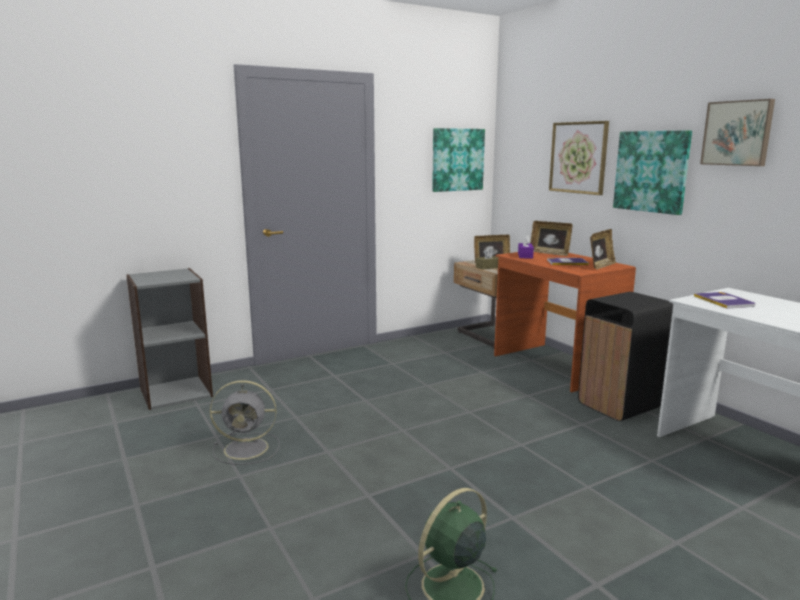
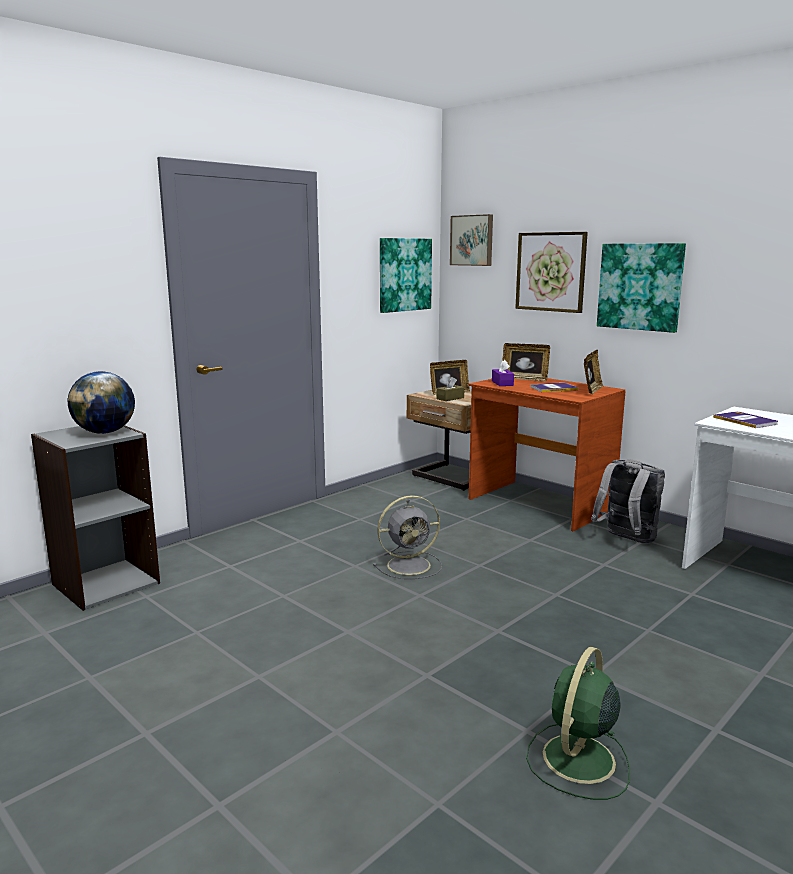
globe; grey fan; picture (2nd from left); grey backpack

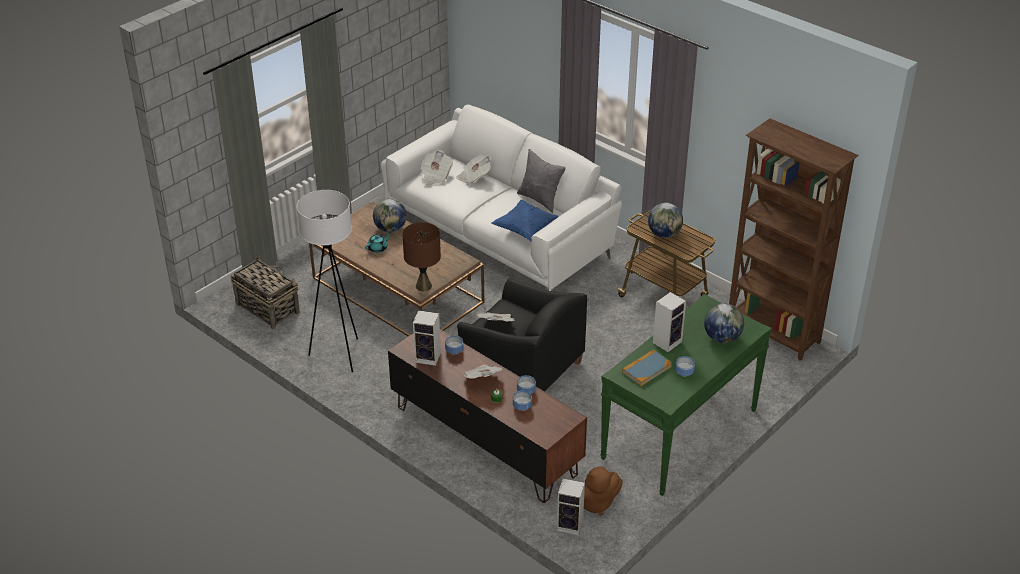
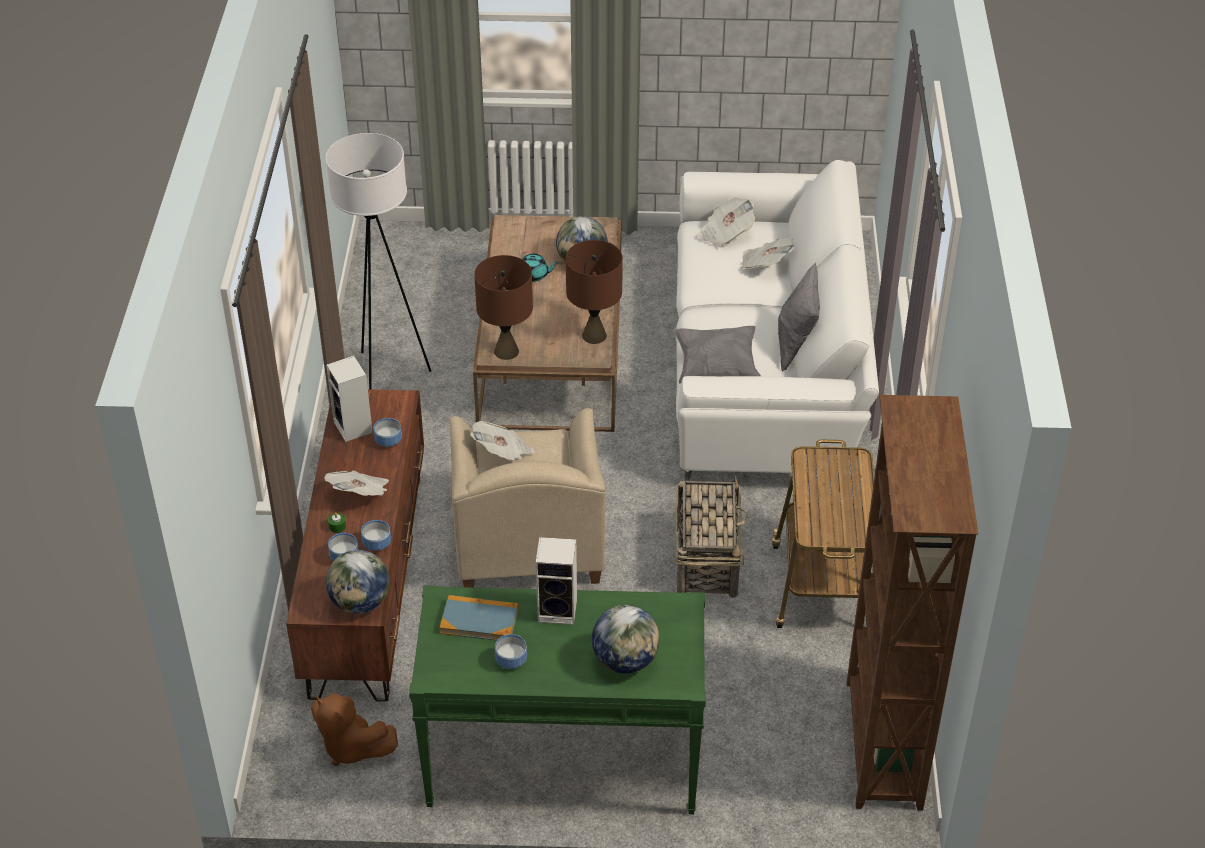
speaker (2nd from left in the first image); brown table lamp (2nd from left); basket; globe (1st from left); beige armchair; grey pillow (1st from left)

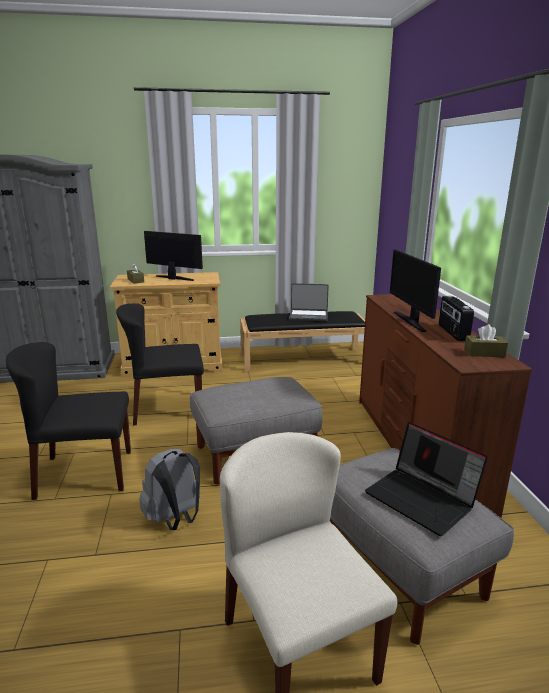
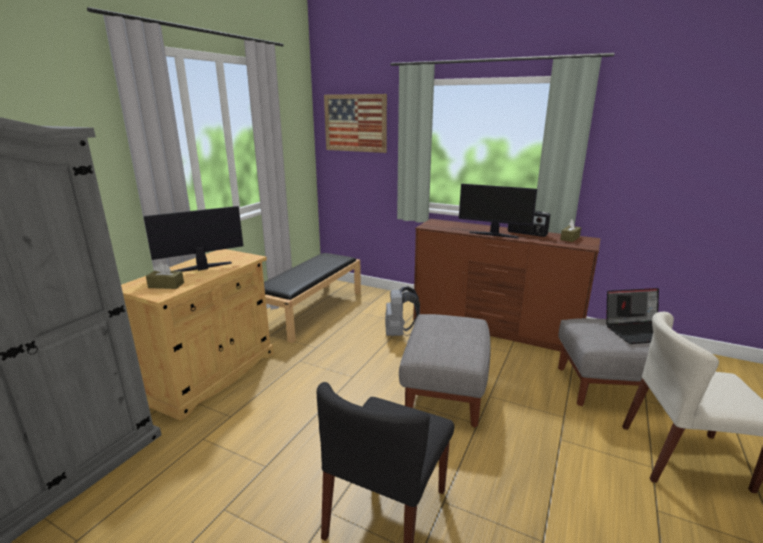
black chair (2nd from left in the first image); laptop (1st from left in the first image); picture; grey backpack

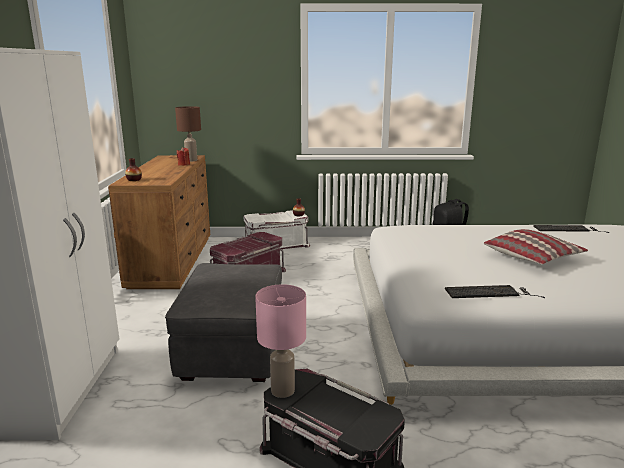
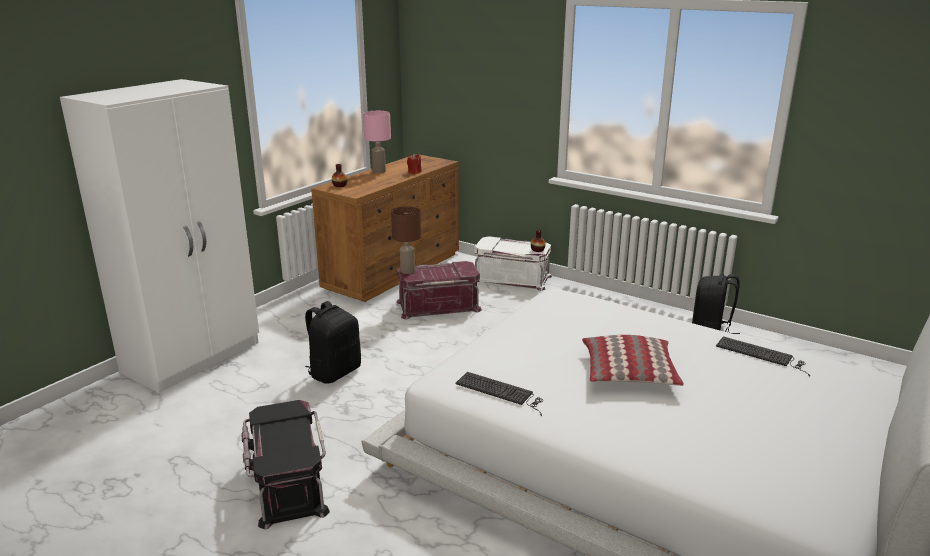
brown table lamp; pink table lamp; black backpack (1st from left)

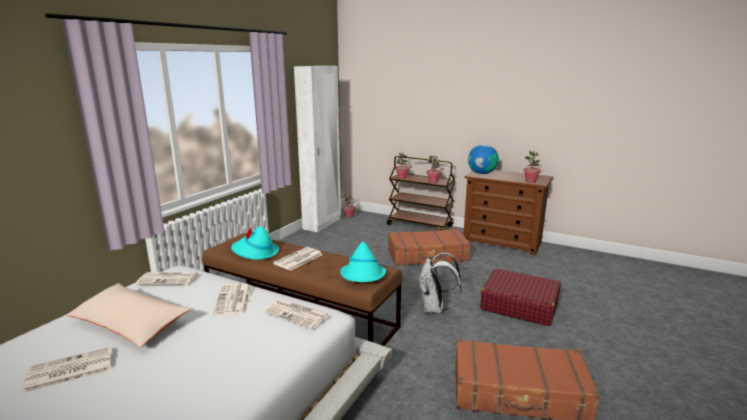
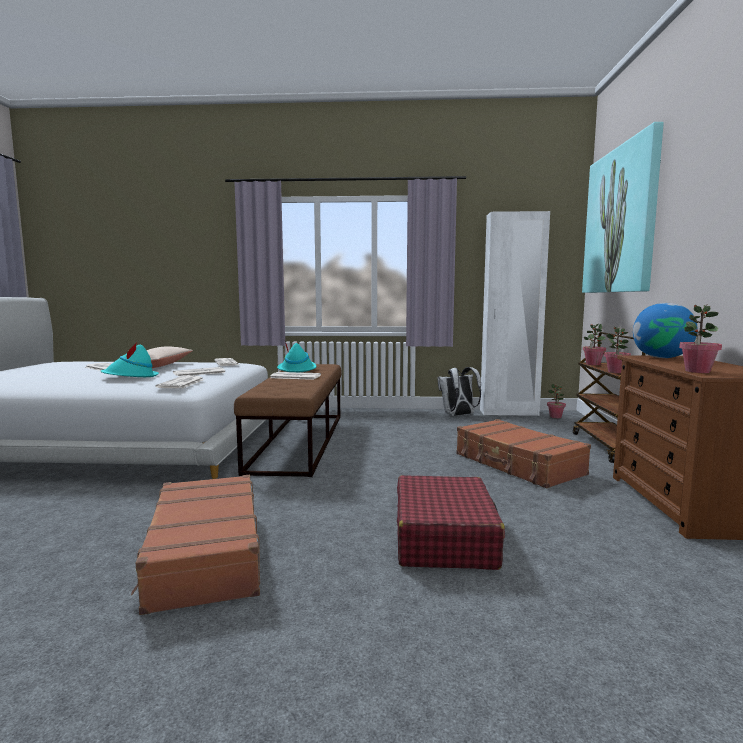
picture; turquoise hat (1st from left); white backpack

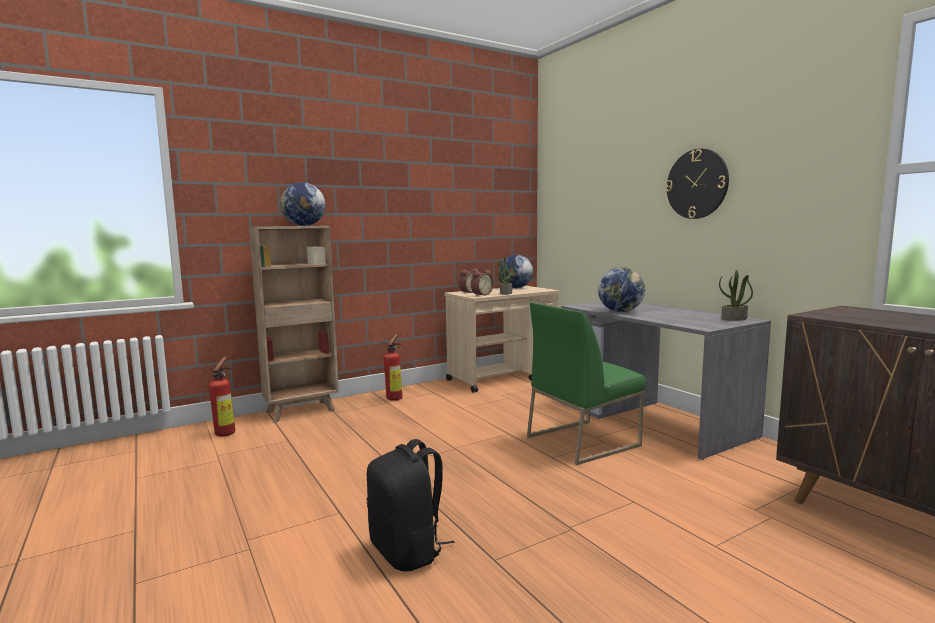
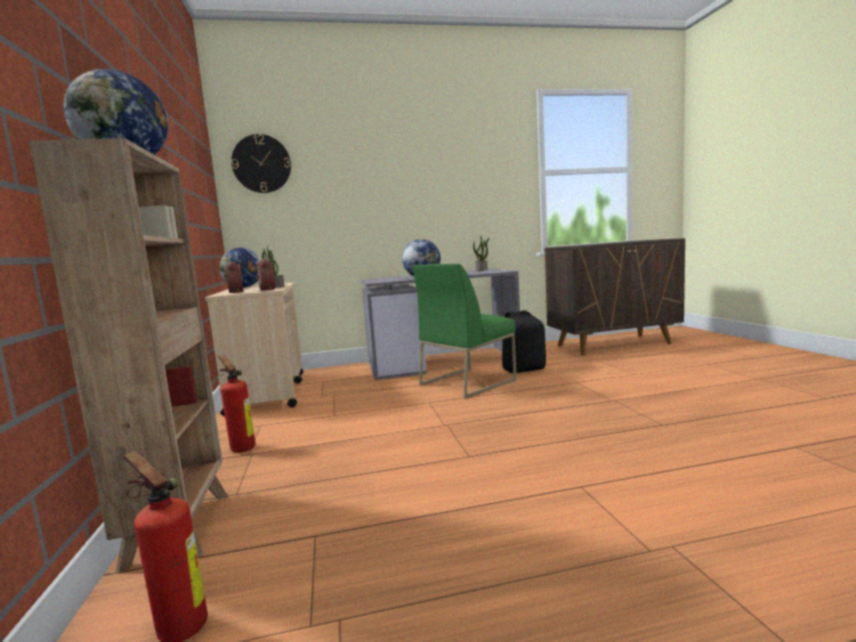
black backpack; wall clock; green chair

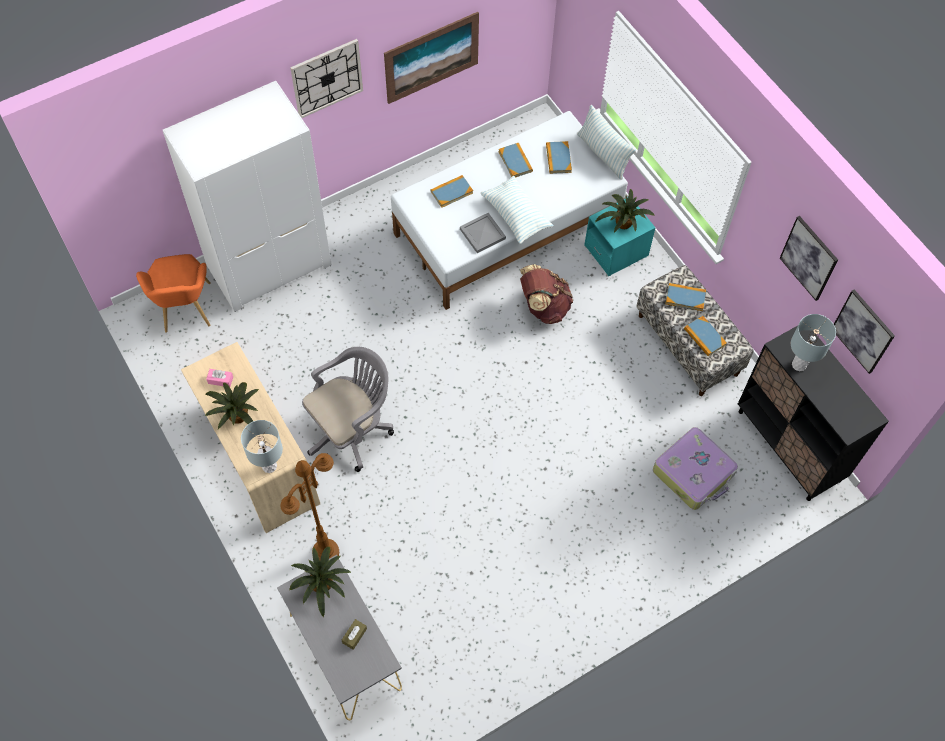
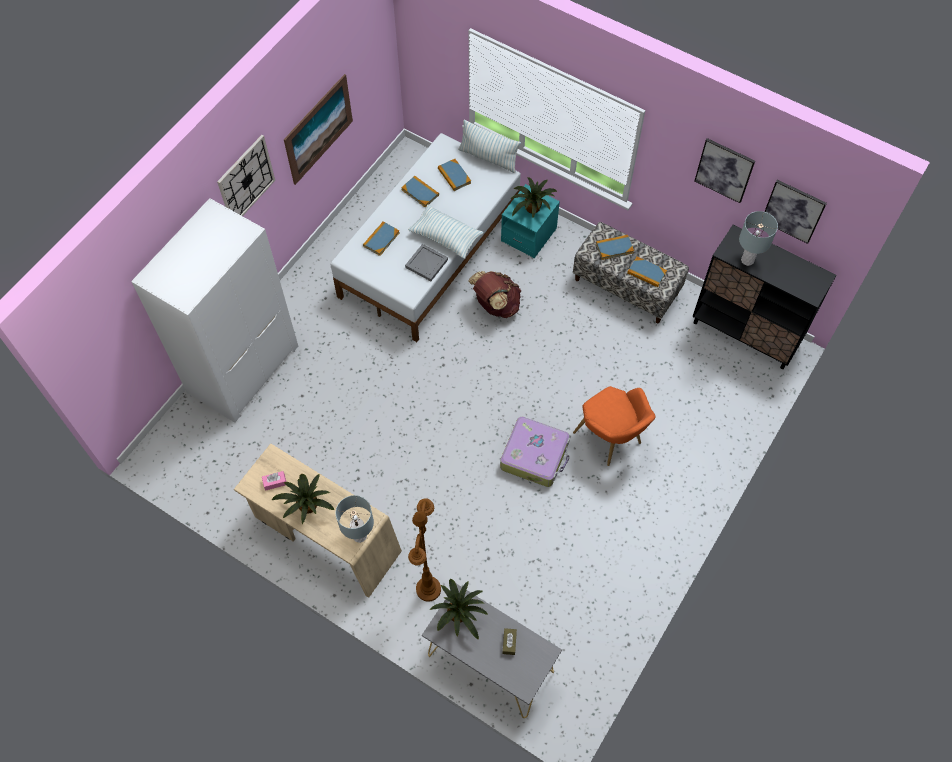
grey office chair; orange armchair; suitcase

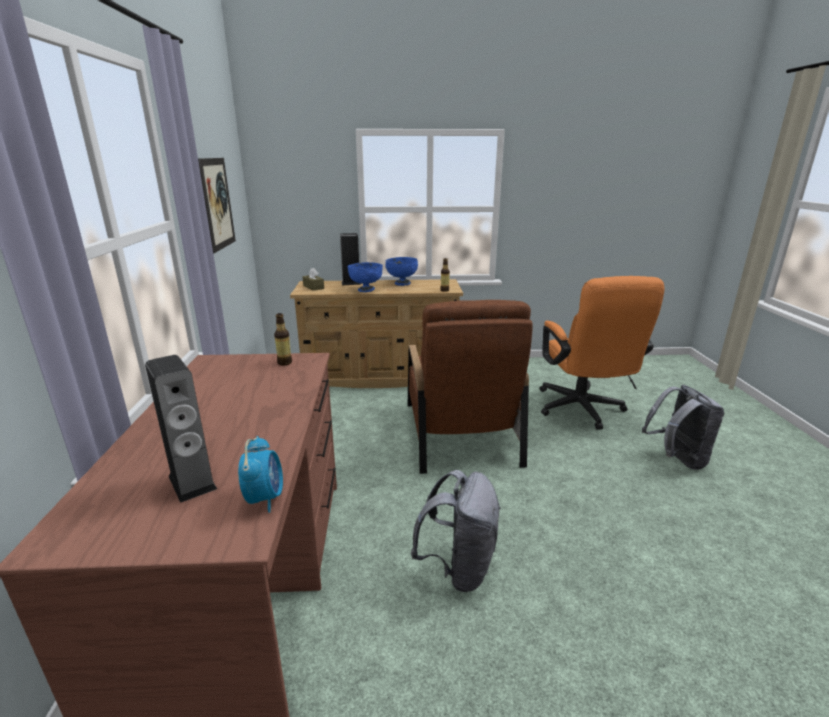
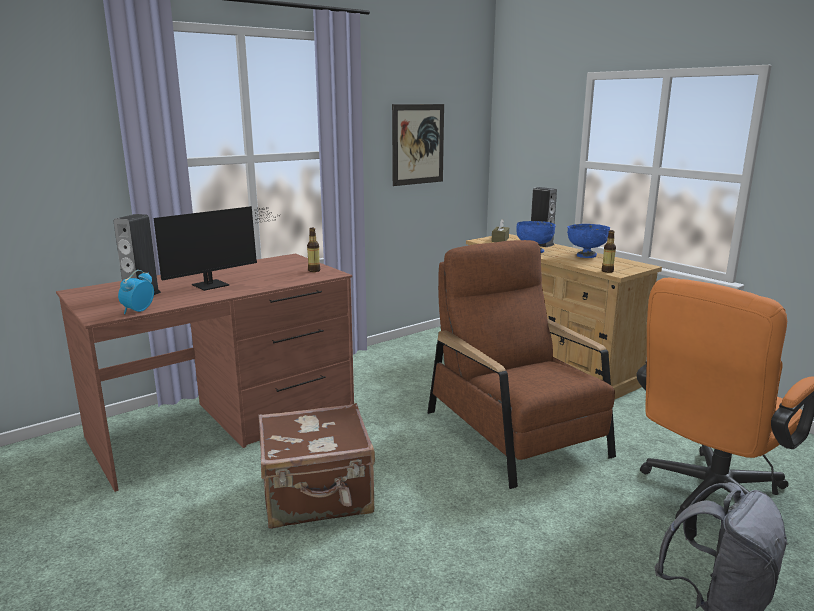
monitor; brown suitcase; alarm clock; brown armchair

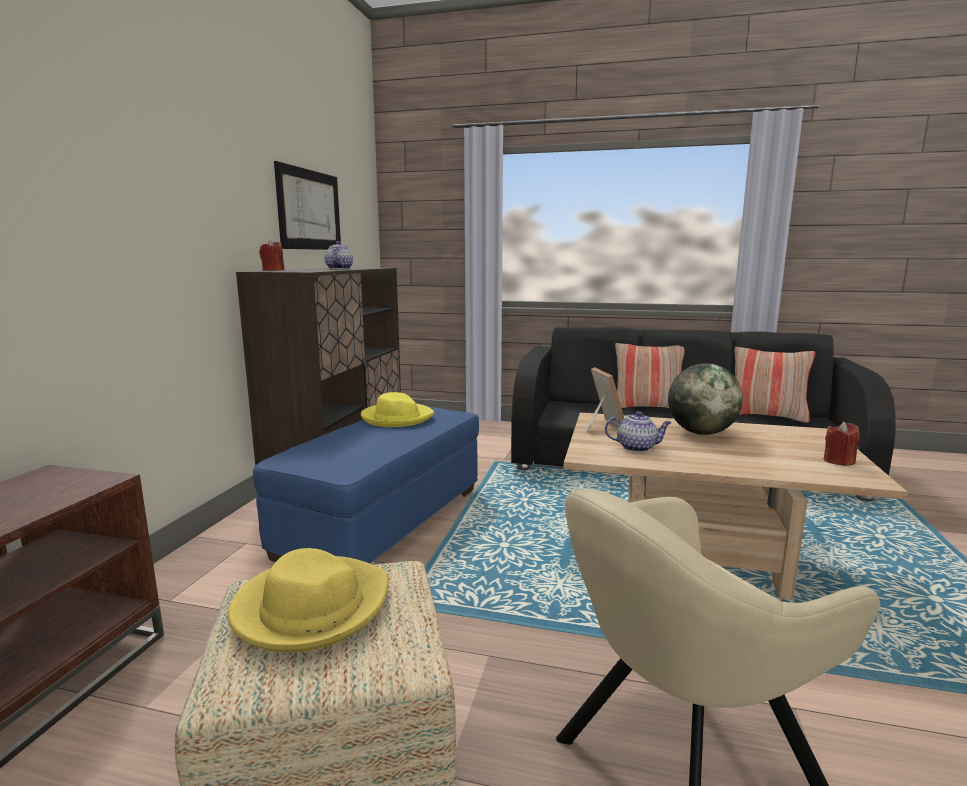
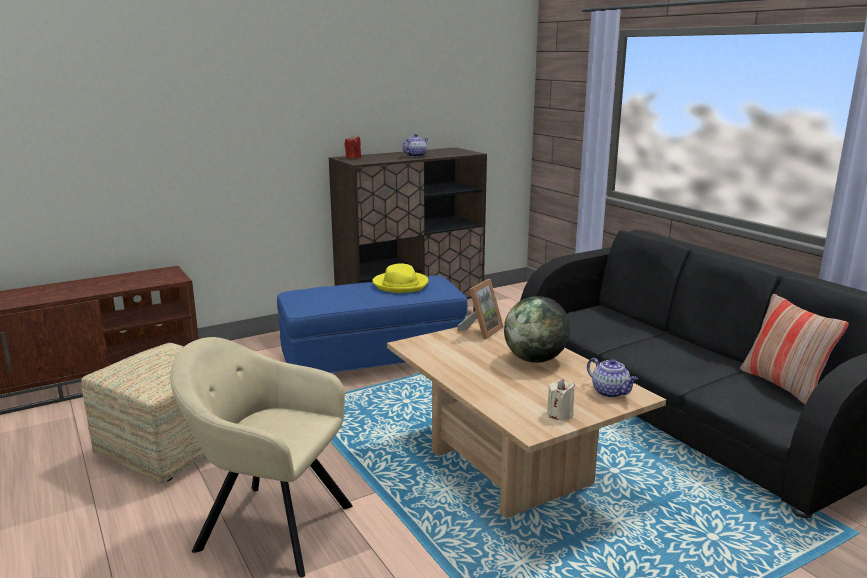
yellow hat (1st from left in the first image); picture; pillow (1st from left in the first image); teapot (2nd from left); beige candle

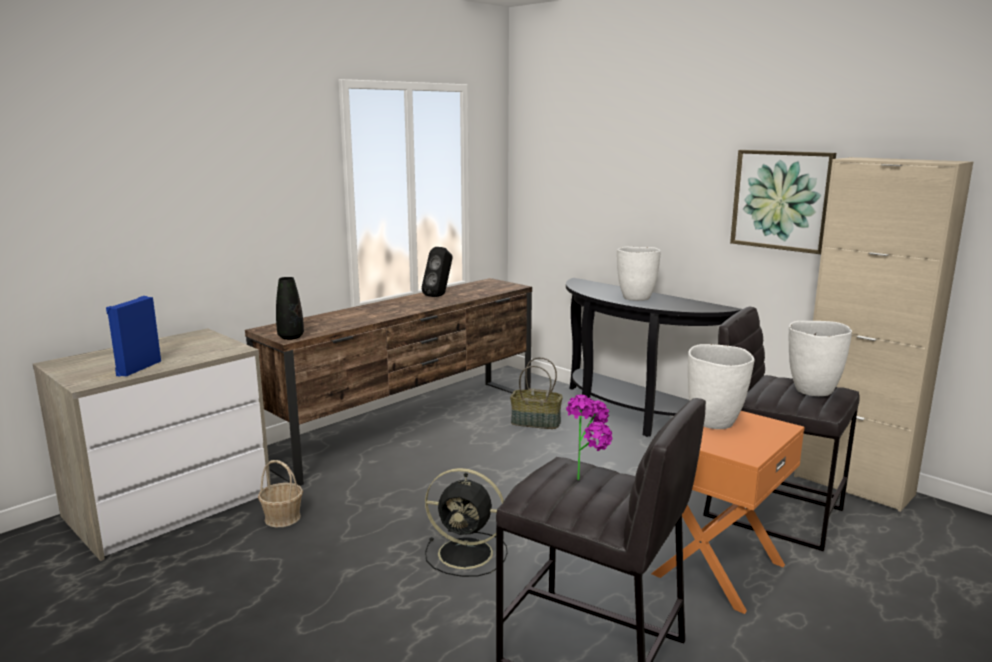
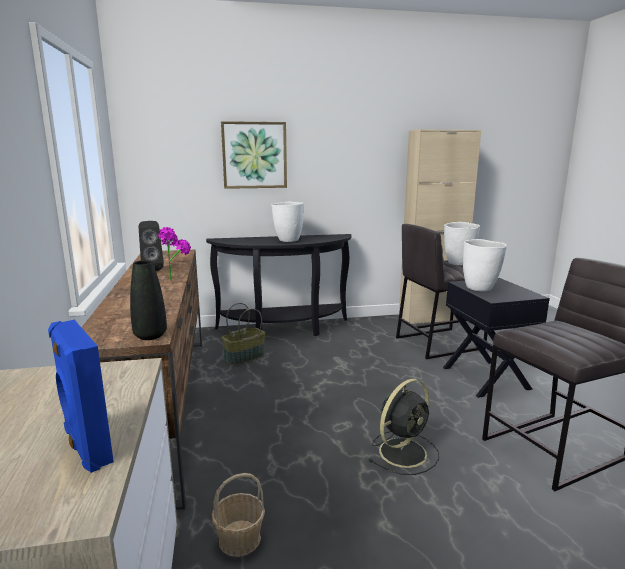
potted plant; picture; black side table

